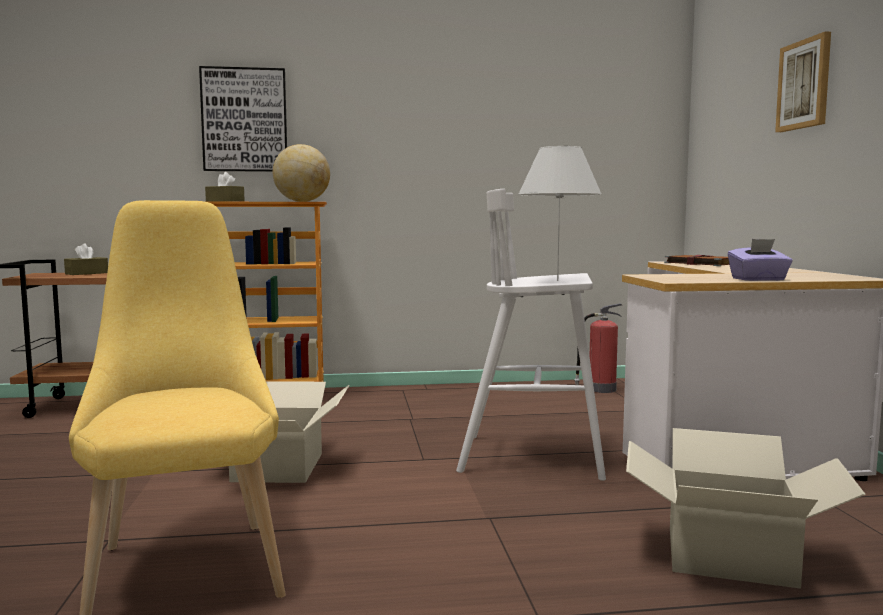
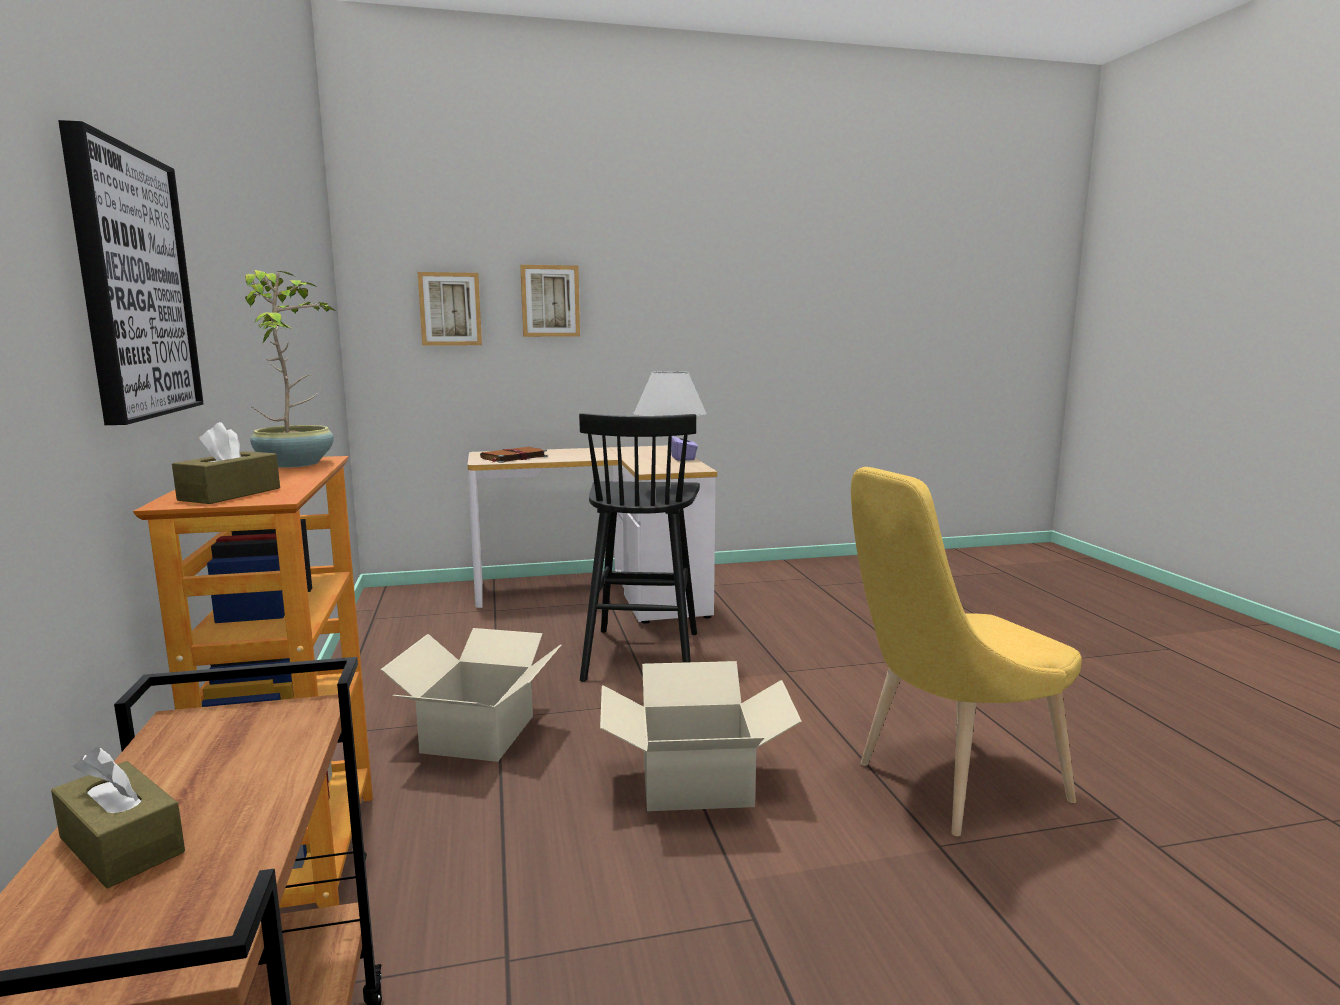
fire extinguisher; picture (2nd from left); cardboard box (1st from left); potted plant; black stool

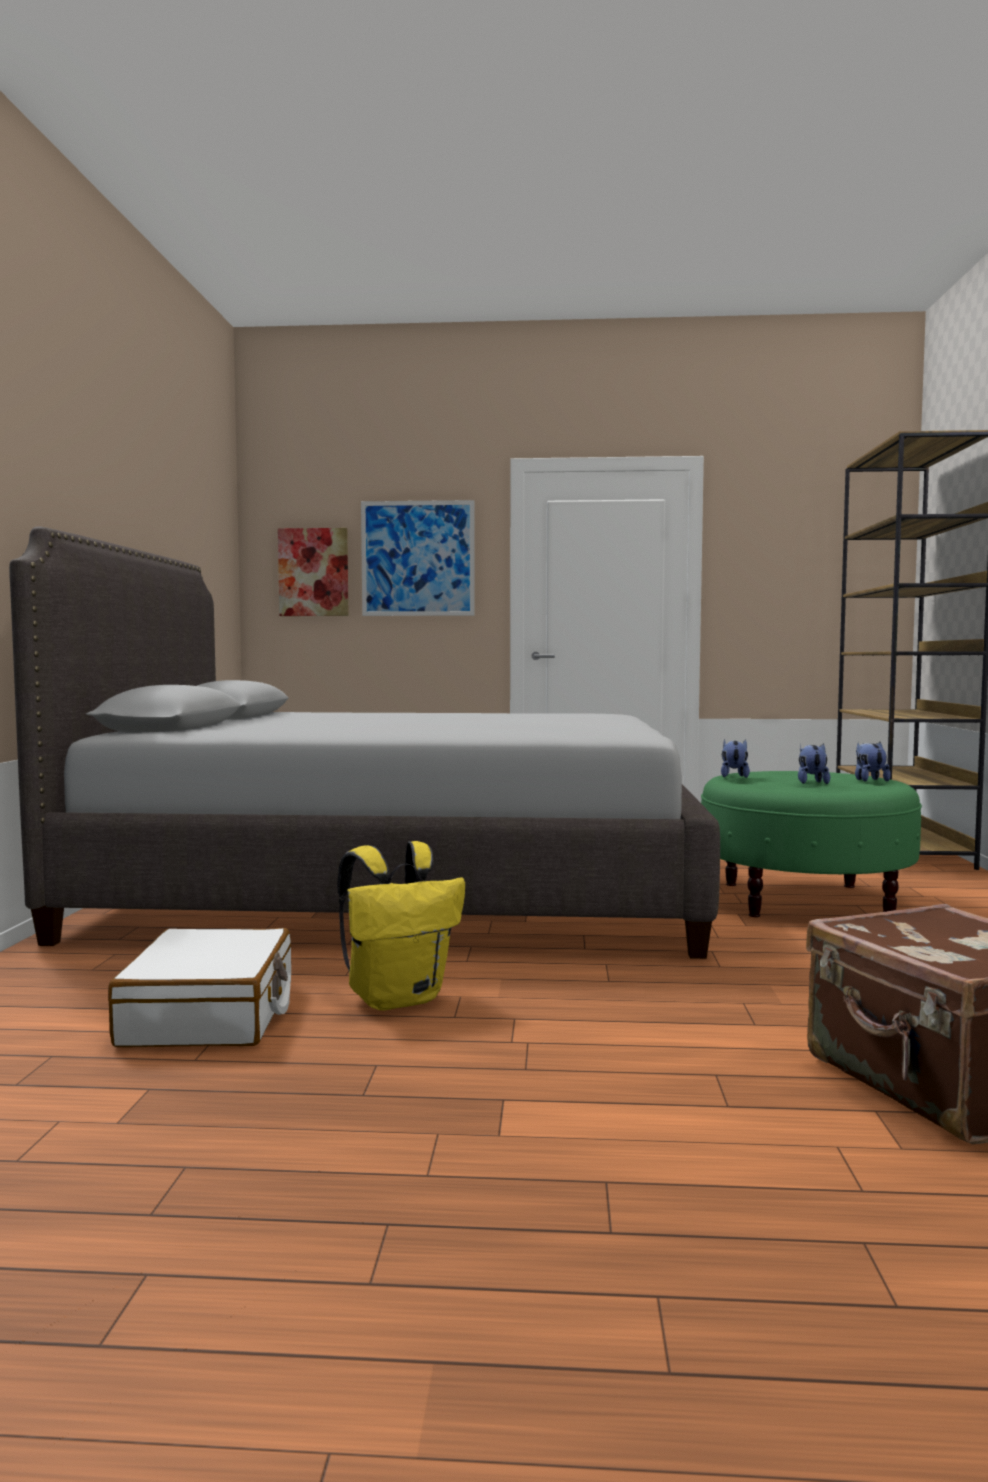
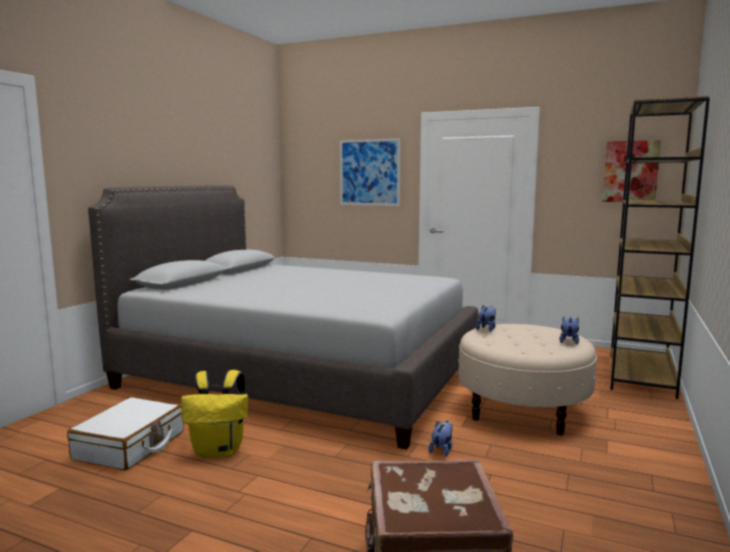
picture (2nd from left); plush toy (1st from left); beige ottoman

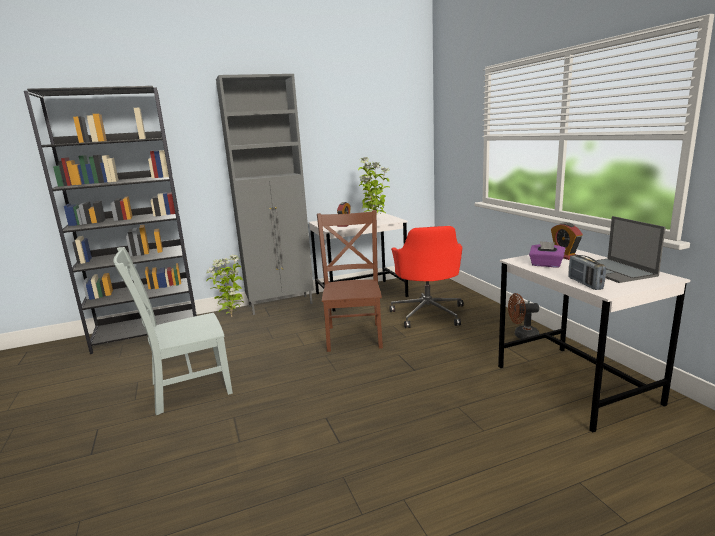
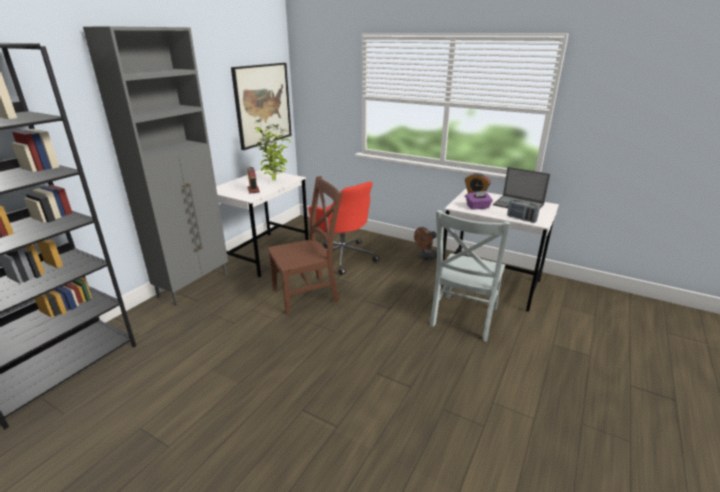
potted plant (1st from left in the first image); picture; grey chair; brown chair

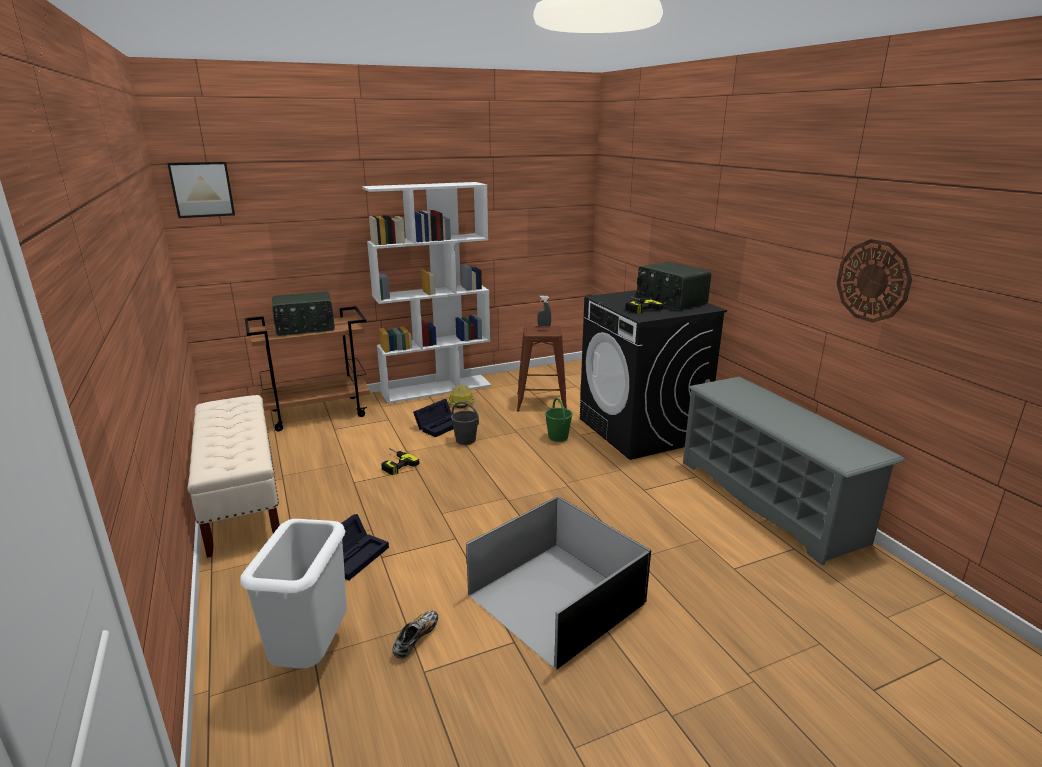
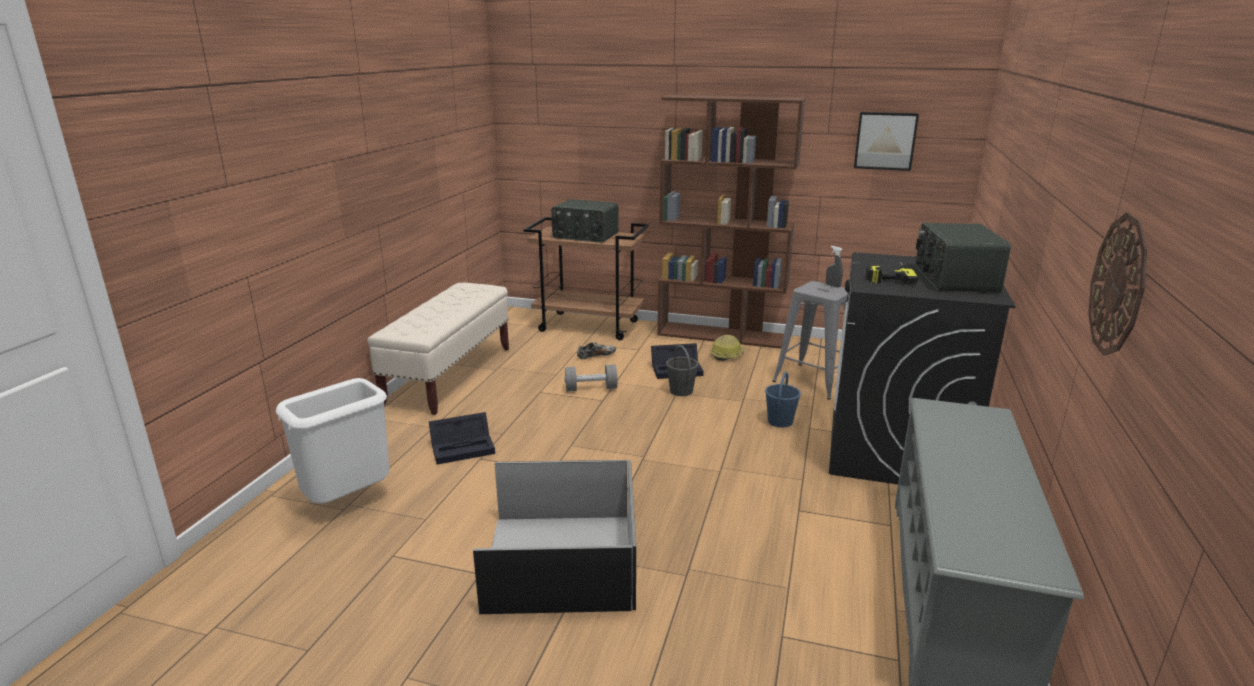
picture; shoe; grey dumbbell; brown bookcase; grey stool; blue bucket

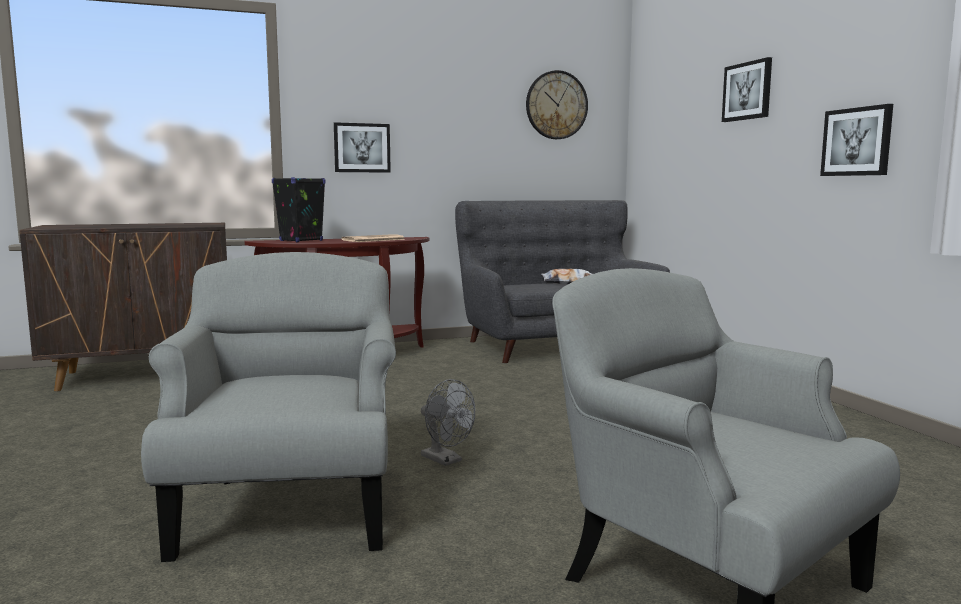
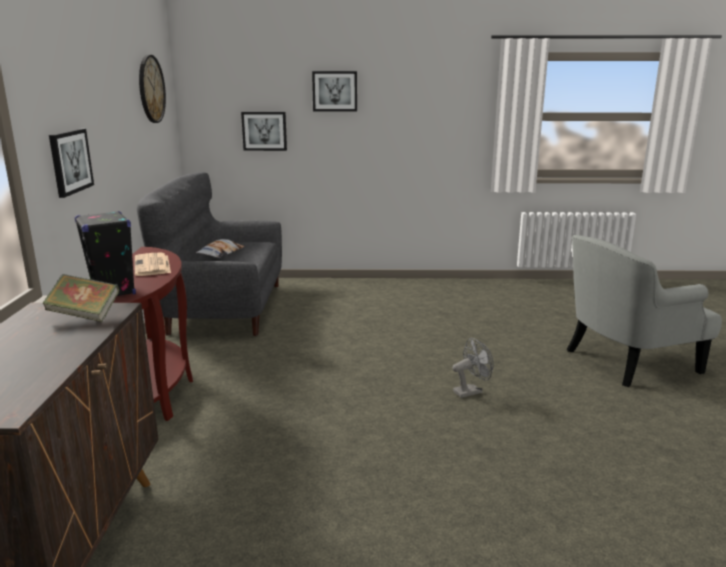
grey armchair (1st from left in the first image); book; picture (2nd from left)

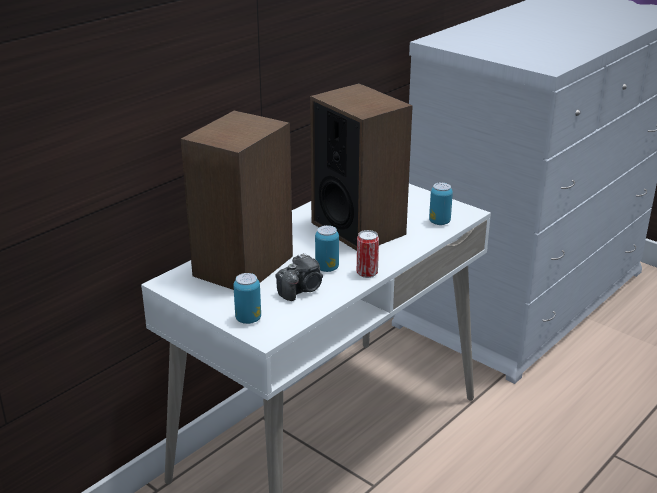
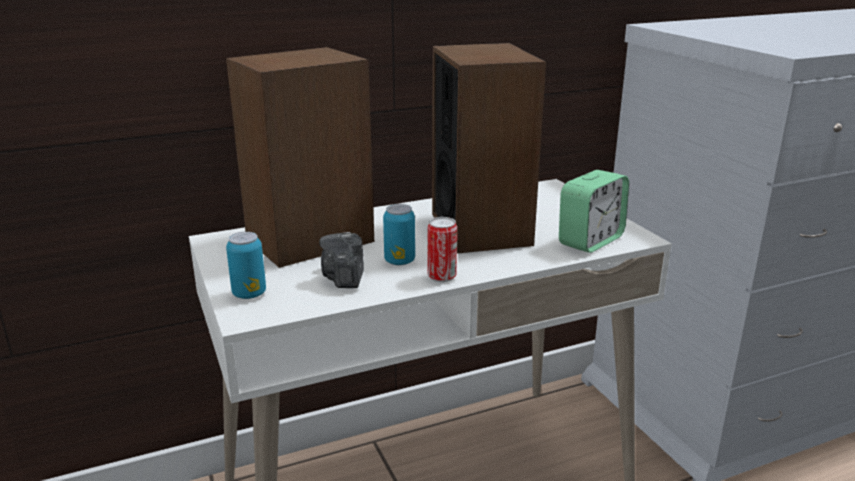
alarm clock; photo camera

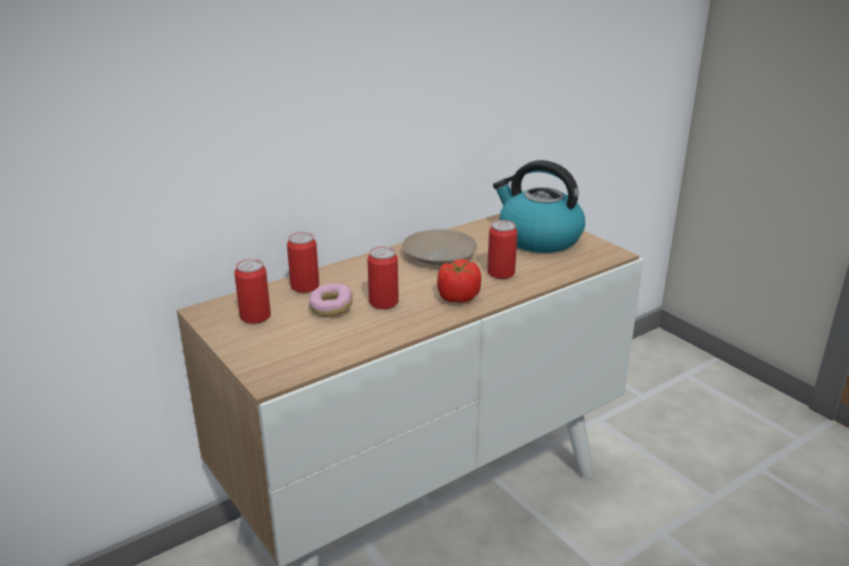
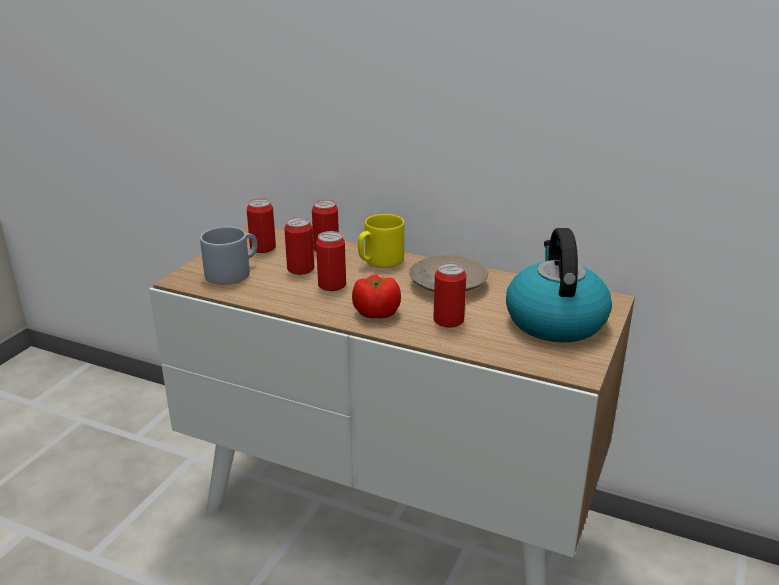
grey mug; yellow mug; can (2nd from left)

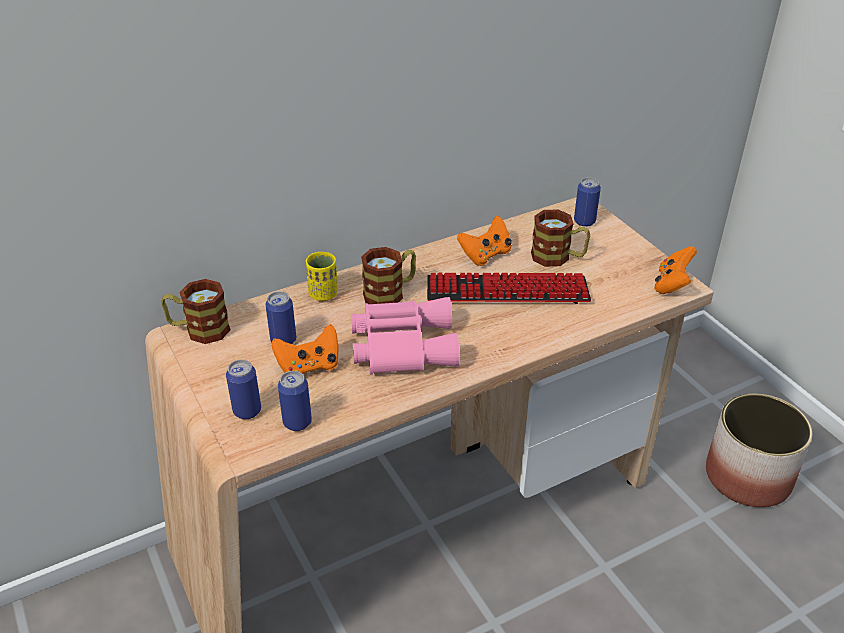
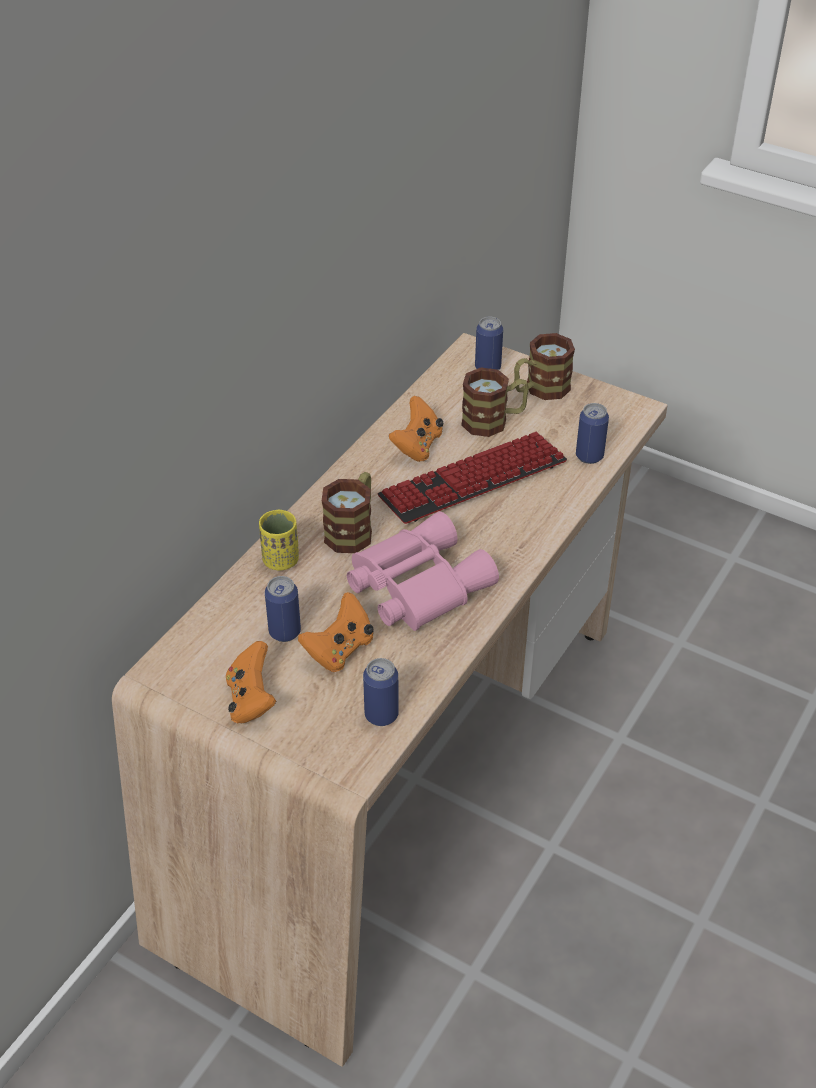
planter; mug (3rd from left); can (4th from left); orange game controller (1st from left)

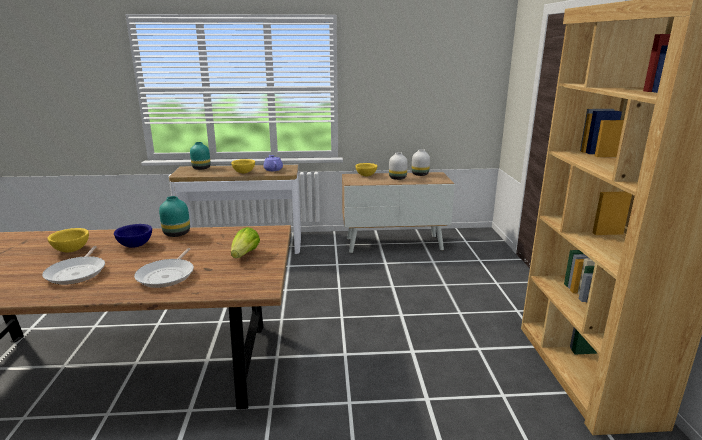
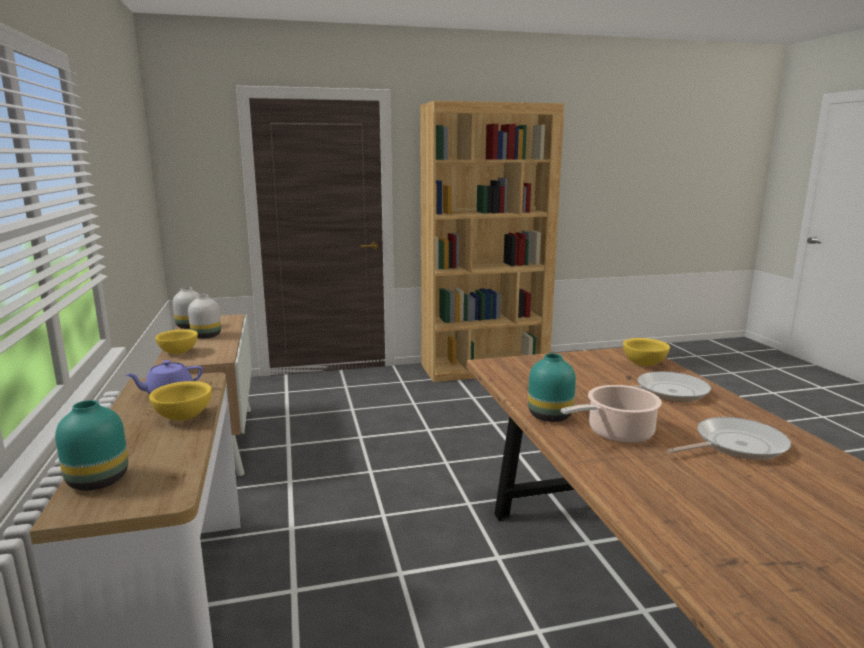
lettuce; yellow bowl (3rd from left); cooking pot

